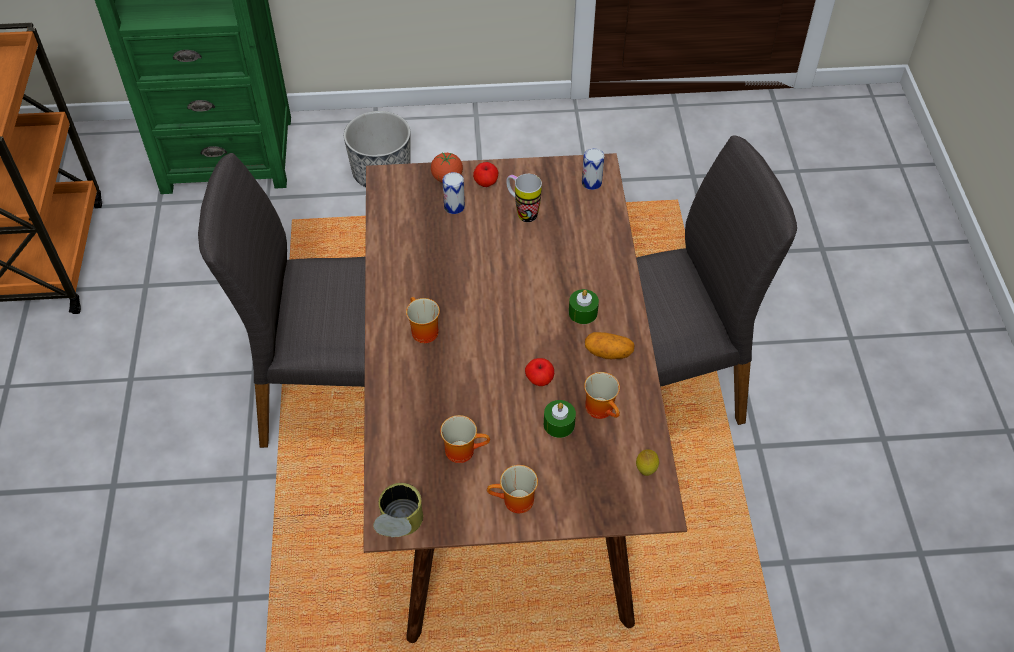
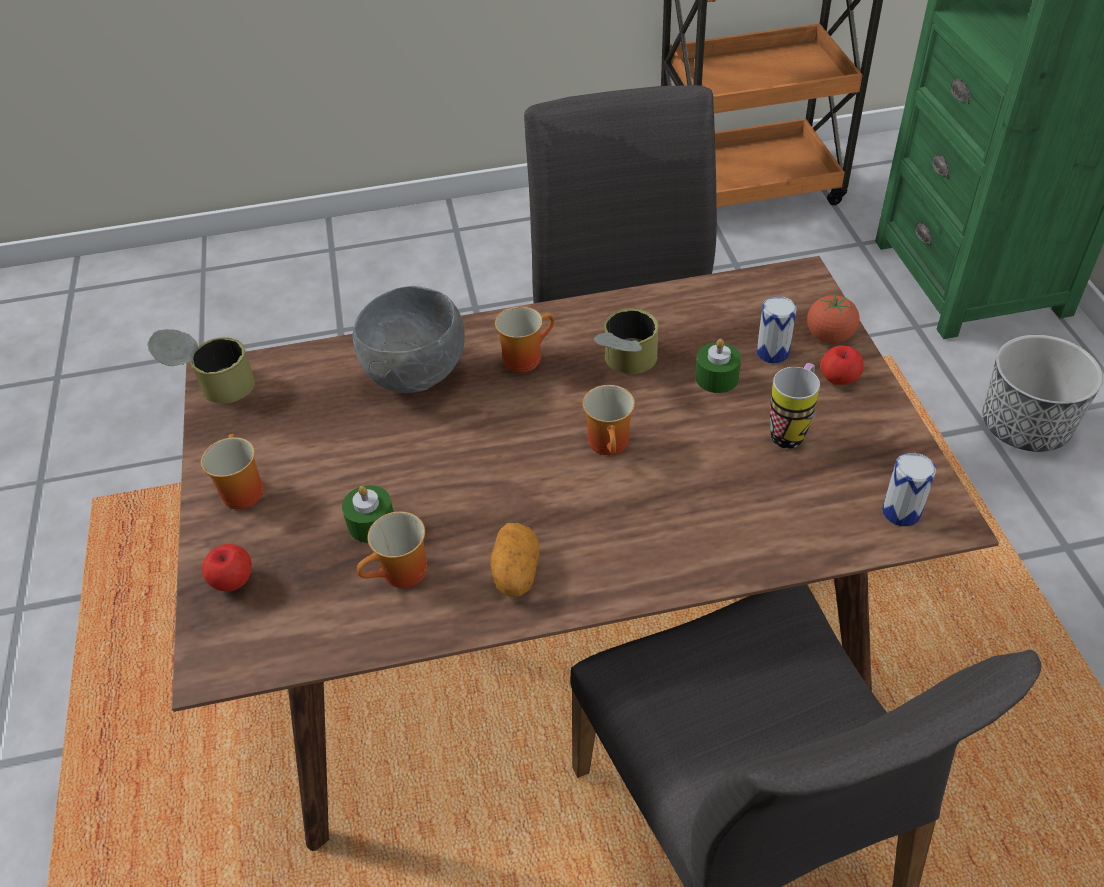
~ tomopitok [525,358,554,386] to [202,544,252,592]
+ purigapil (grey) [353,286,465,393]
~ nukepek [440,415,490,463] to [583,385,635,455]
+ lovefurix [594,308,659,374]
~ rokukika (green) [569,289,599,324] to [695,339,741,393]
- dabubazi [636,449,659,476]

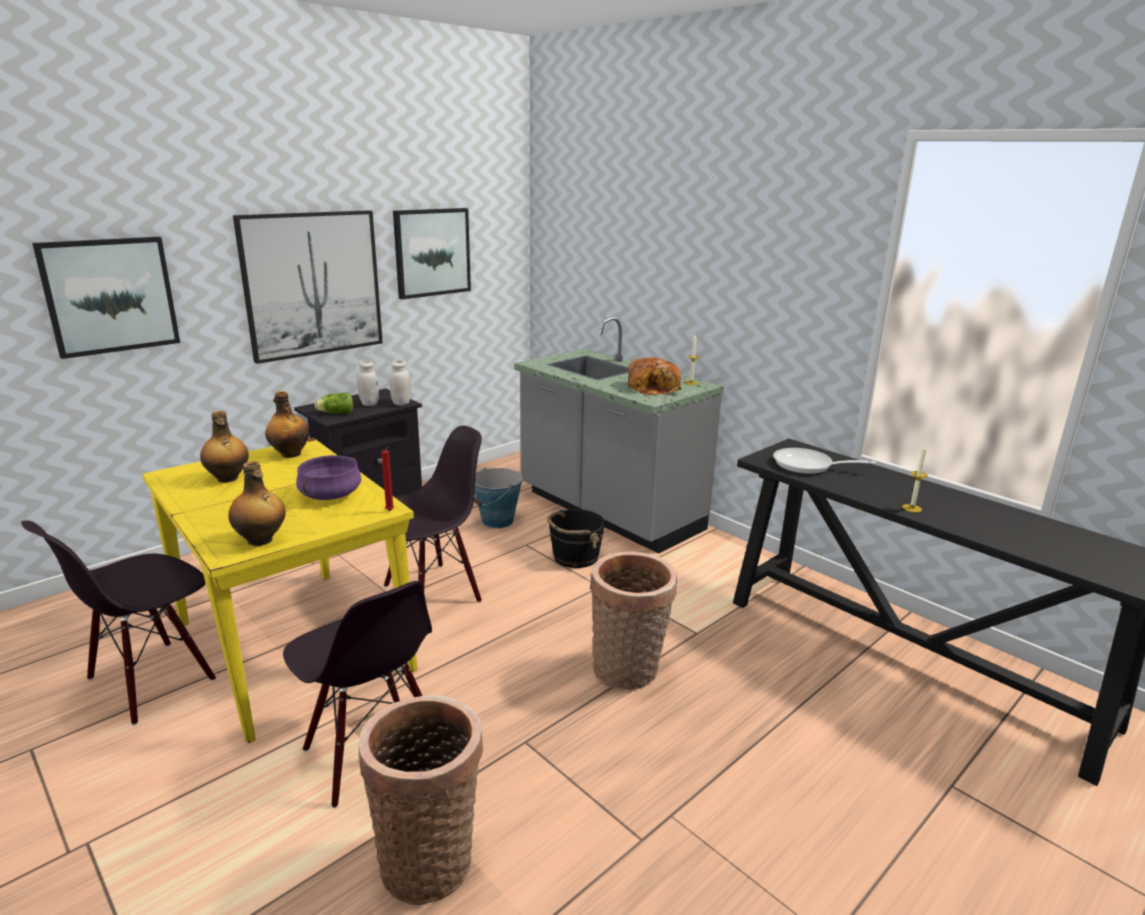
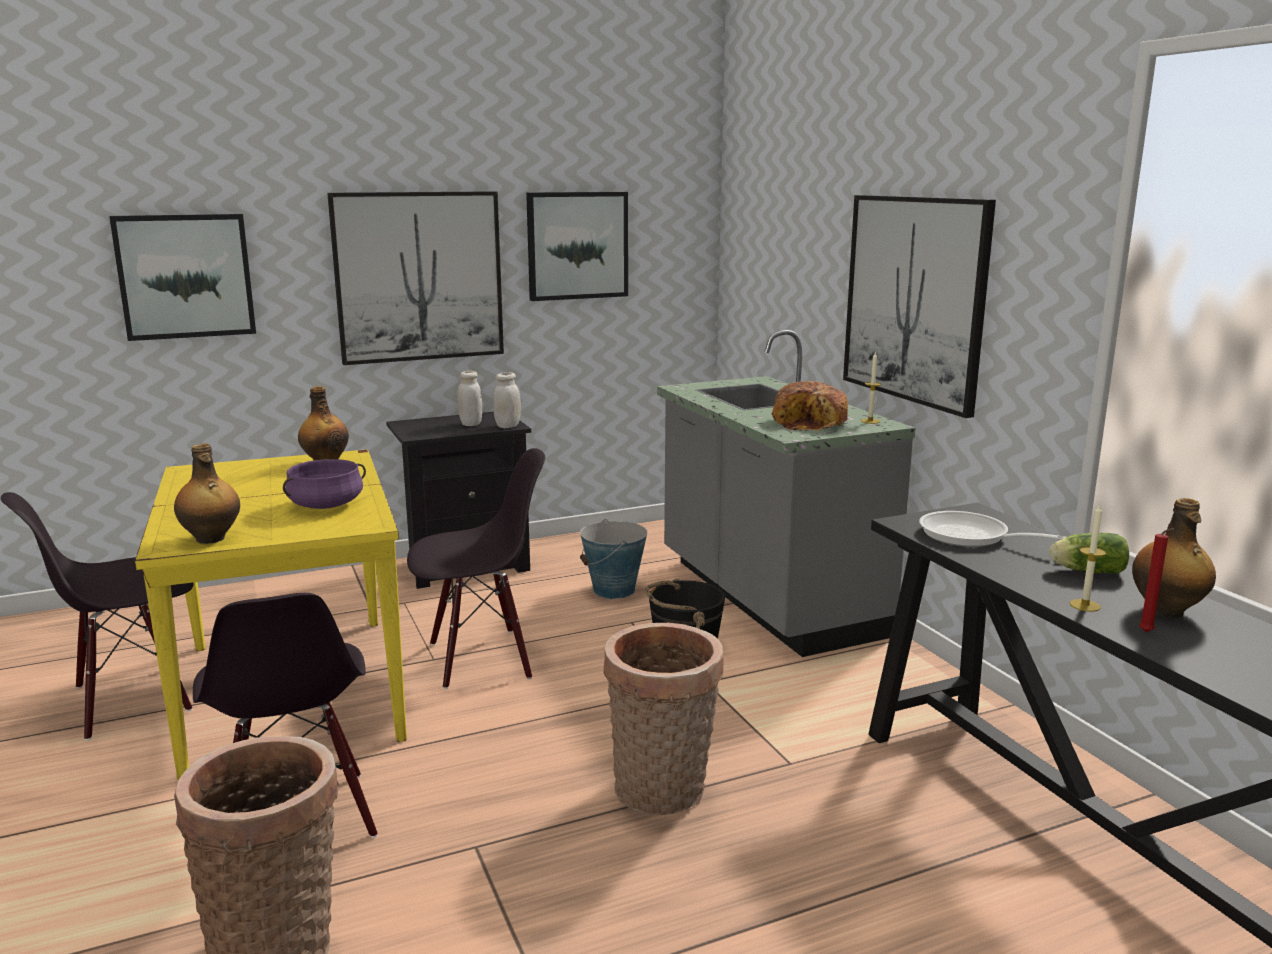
+ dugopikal [843,195,996,418]
~ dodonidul [315,393,353,414] to [1049,533,1129,574]
~ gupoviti [200,411,249,483] to [1132,498,1216,618]
~ rokukika (red) [381,447,394,511] to [1139,528,1174,632]

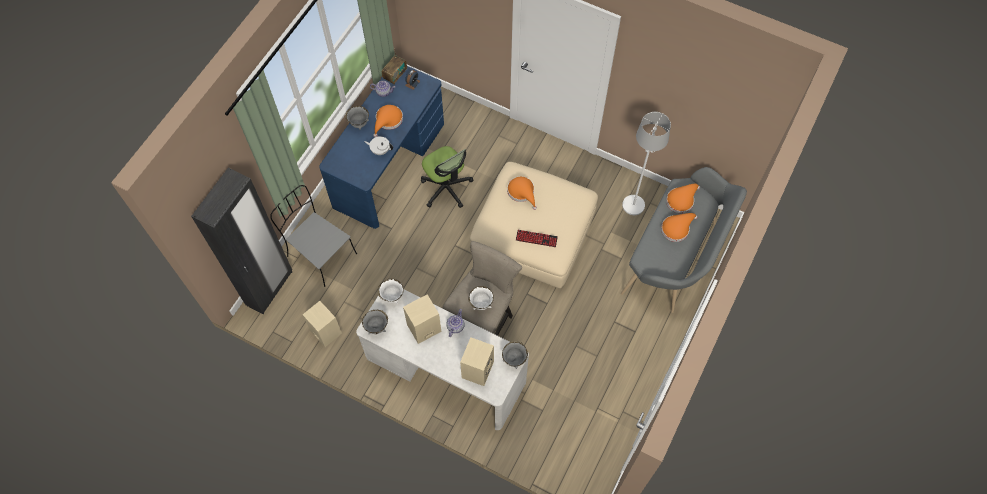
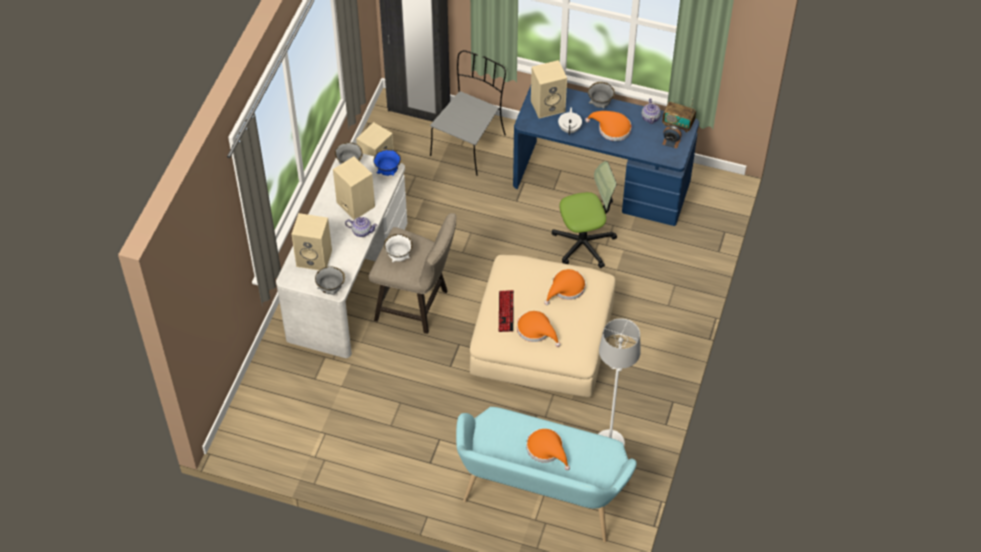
~ purigapil (white) [378,279,404,304] to purigapil (blue) [373,149,401,176]
~ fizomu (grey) [621,167,747,313] to fizomu (turquoise) [456,407,637,542]
~ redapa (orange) [666,184,700,214] to [517,311,560,347]
+ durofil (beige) [531,60,567,118]
~ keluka [421,146,474,208] = [552,161,617,268] 150 degrees counterclockwise

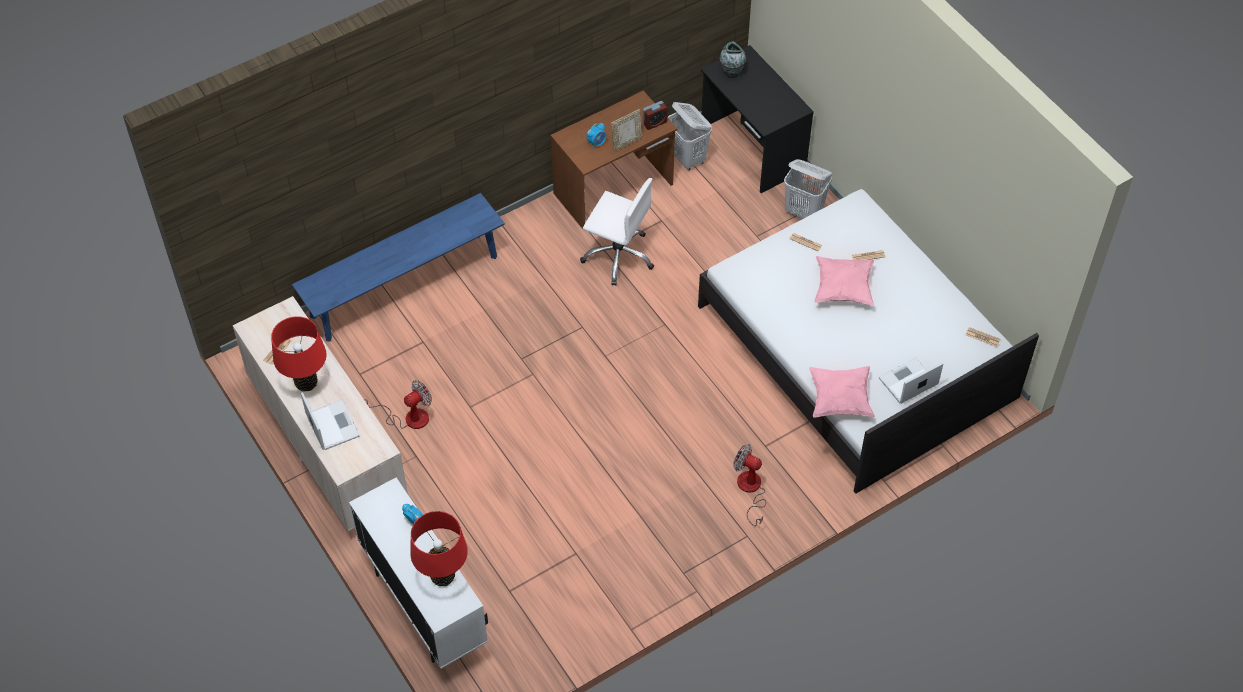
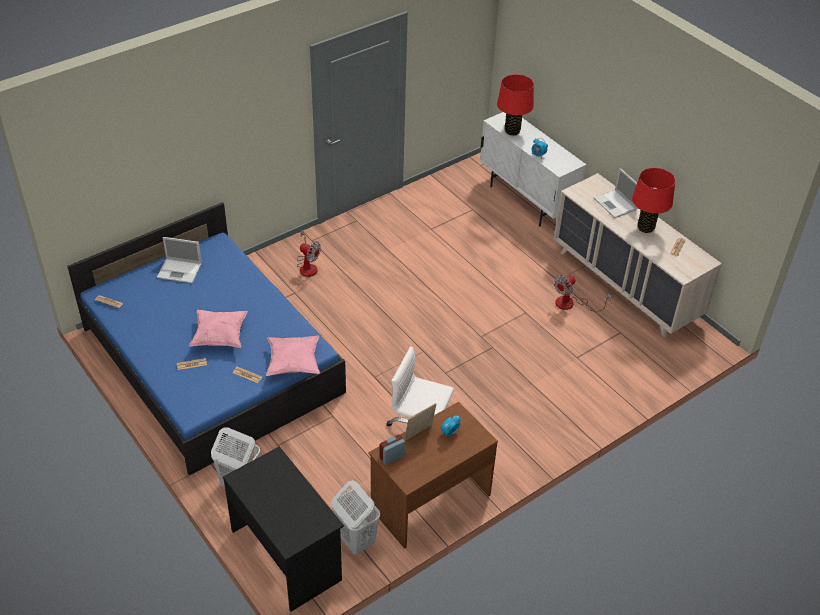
~ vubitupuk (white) [698,189,1039,494] to vubitupuk (blue) [67,202,346,475]
~ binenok [879,358,943,404] = [157,237,202,283] 45 degrees clockwise
~ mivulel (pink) [809,366,875,418] to [266,336,320,376]
- fizomu (blue) [292,193,505,341]
- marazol [720,42,746,78]

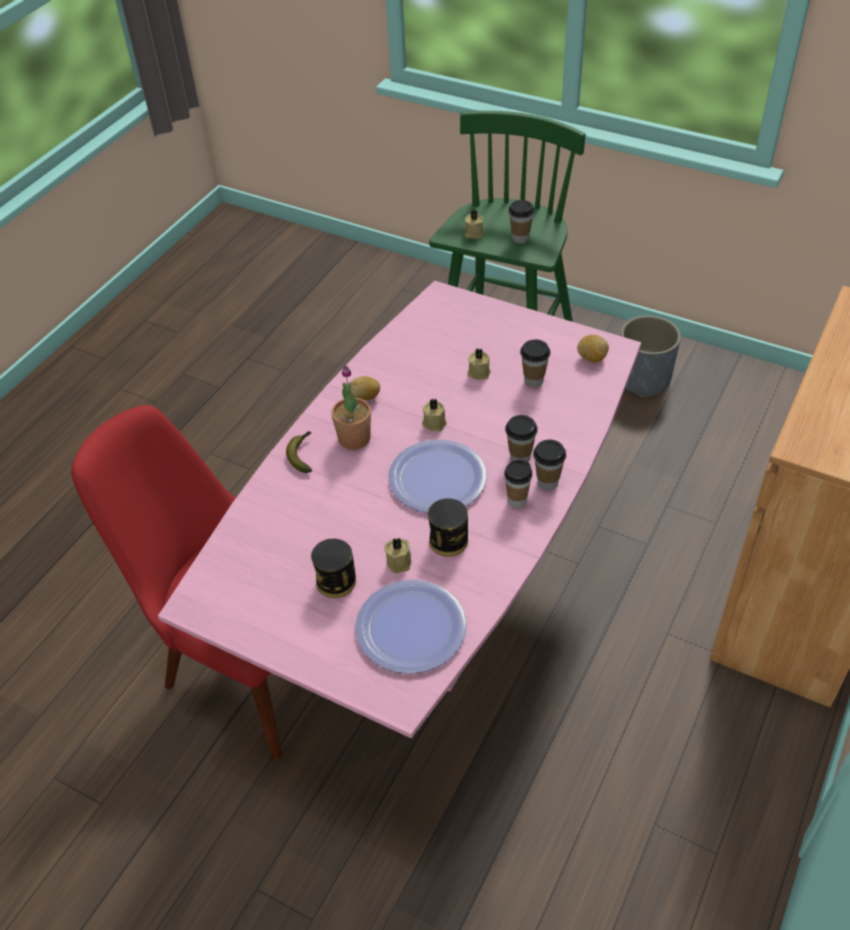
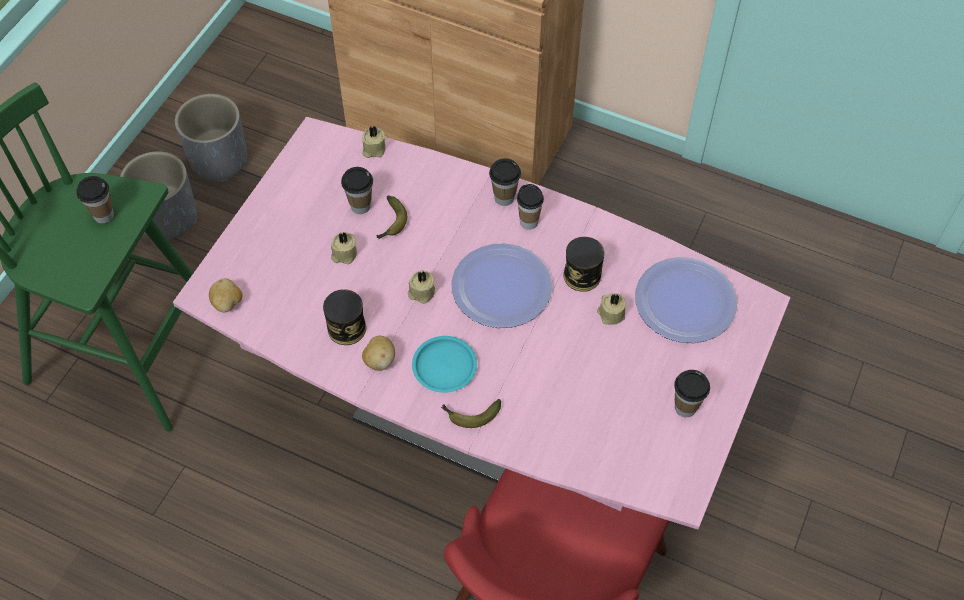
+ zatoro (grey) [175,94,247,181]
~ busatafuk [577,335,609,362] to [209,278,243,313]
~ lovefurix [311,539,356,598] to [323,289,366,345]
~ rokukika (beige) [464,210,484,239] to [362,126,386,158]
+ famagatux [377,195,407,239]
~ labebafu [331,365,371,450] to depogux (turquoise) [412,336,477,393]
~ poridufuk [505,415,538,462] to [674,370,710,417]

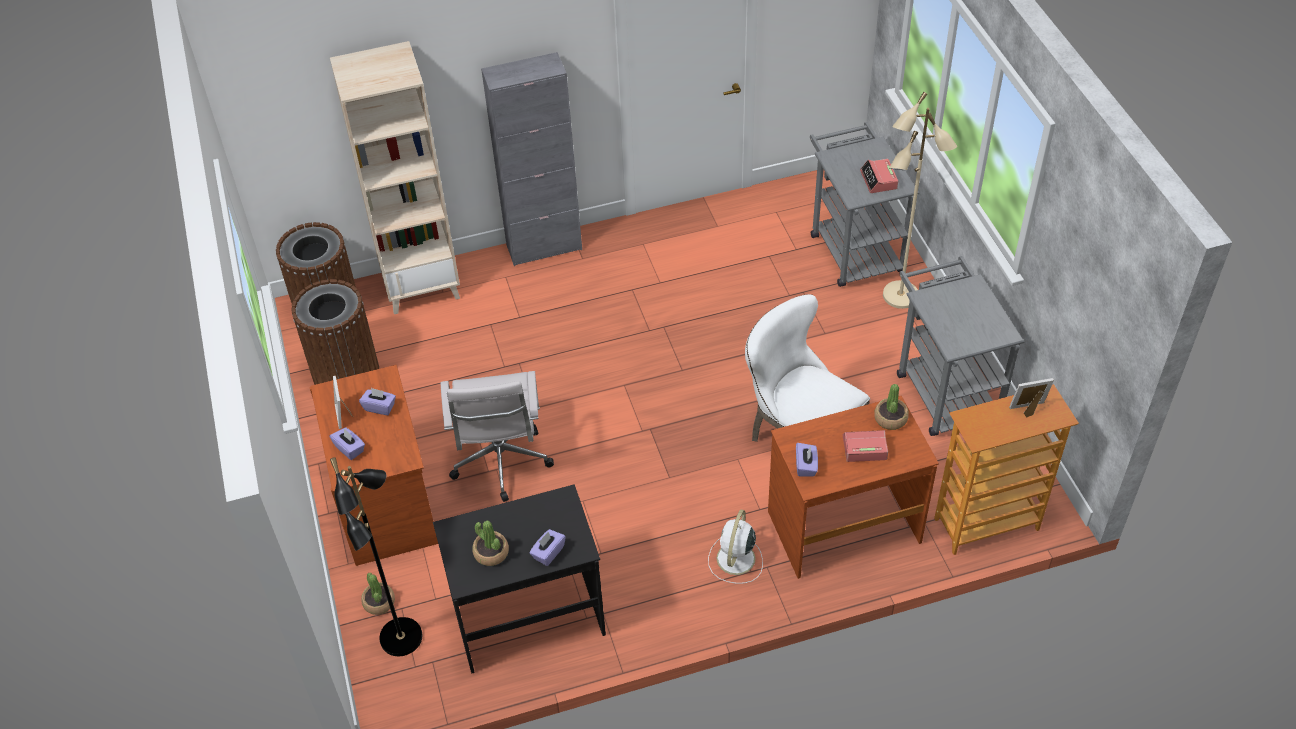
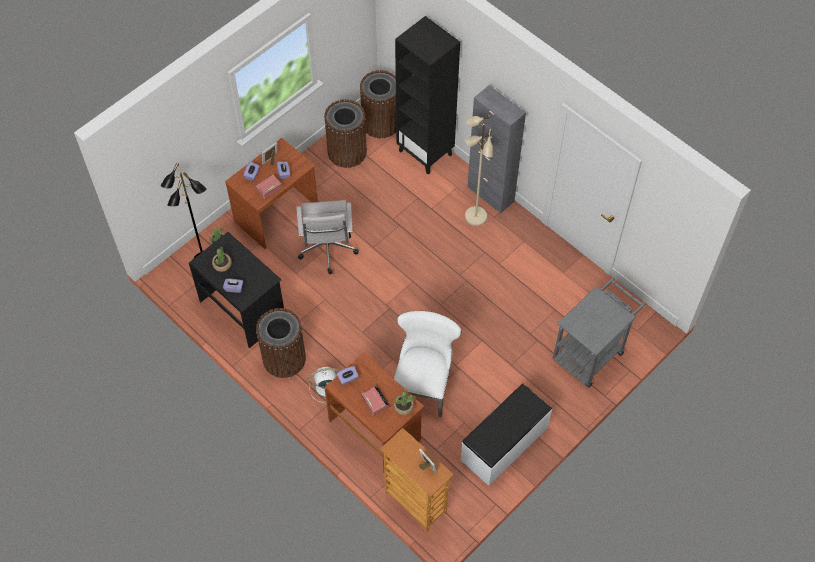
~ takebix [860,159,898,193] to [254,174,282,199]
+ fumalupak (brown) [256,308,306,378]
~ keluka (white) [441,371,554,502] = [296,200,359,274] 60 degrees counterclockwise
~ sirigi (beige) [330,41,460,314] to sirigi (black) [395,16,460,175]
~ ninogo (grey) [897,256,1025,436] to fizomu (white) [461,384,552,486]
~ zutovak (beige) [883,92,957,309] to [465,115,493,226]

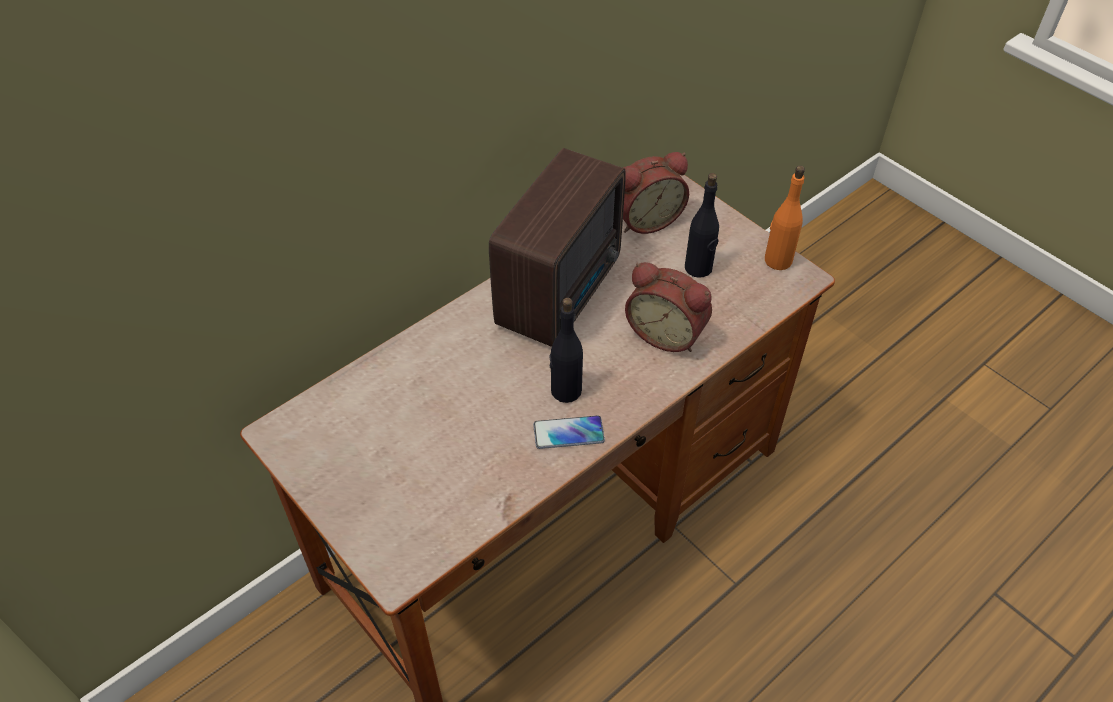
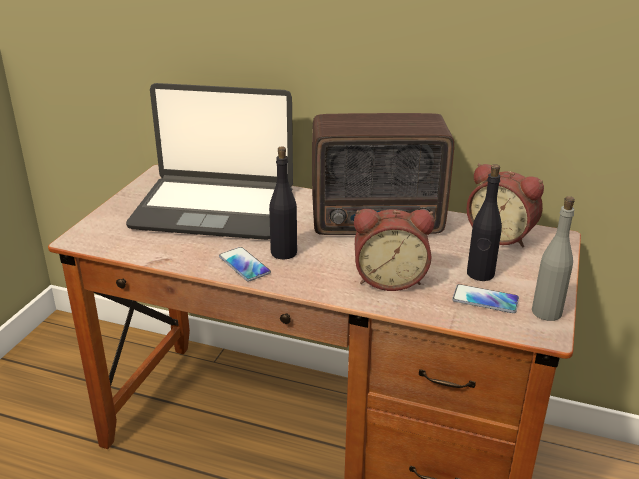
+ binenok [126,83,293,240]
~ takebix [625,262,712,352] = [354,209,434,291] 90 degrees counterclockwise
+ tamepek [452,284,519,313]
~ gupoviti (orange) [765,166,805,270] to gupoviti (grey) [532,196,575,321]

